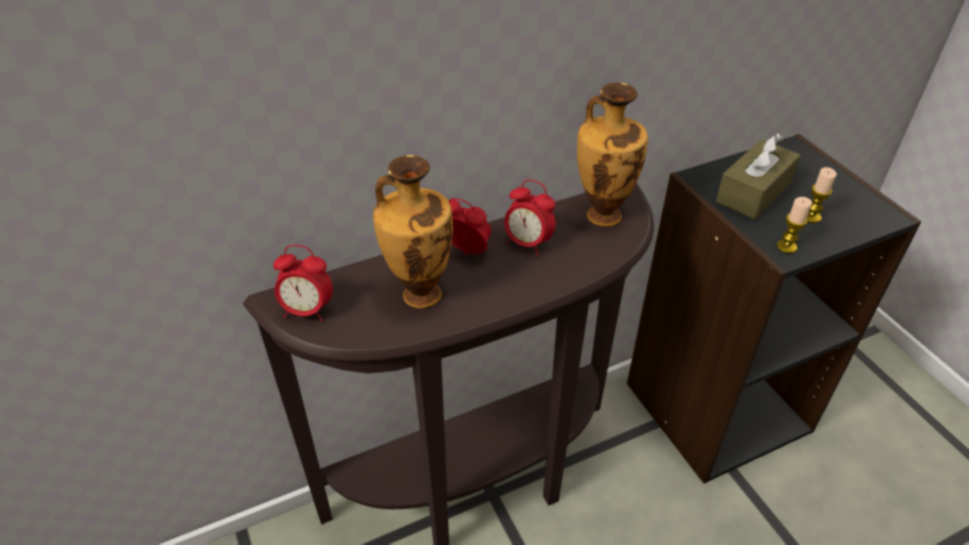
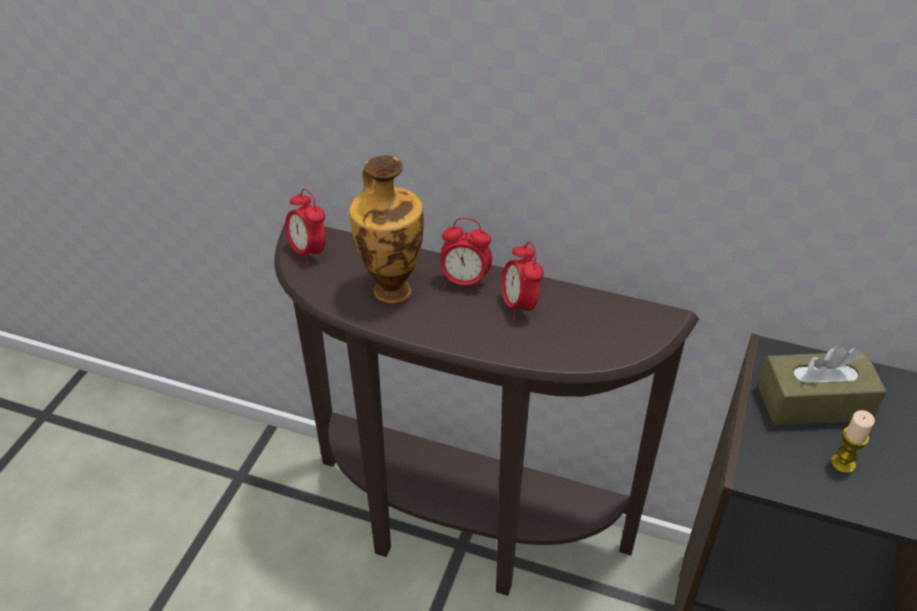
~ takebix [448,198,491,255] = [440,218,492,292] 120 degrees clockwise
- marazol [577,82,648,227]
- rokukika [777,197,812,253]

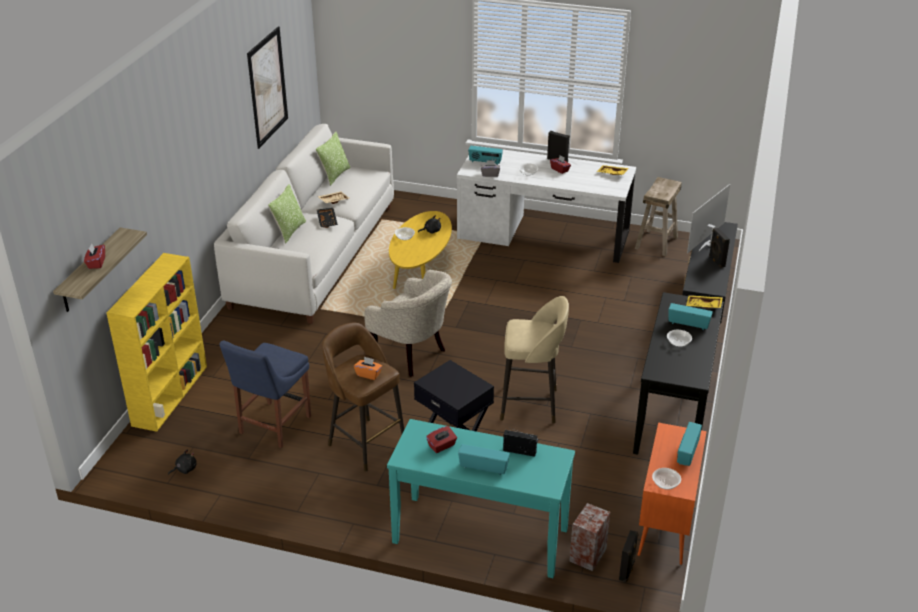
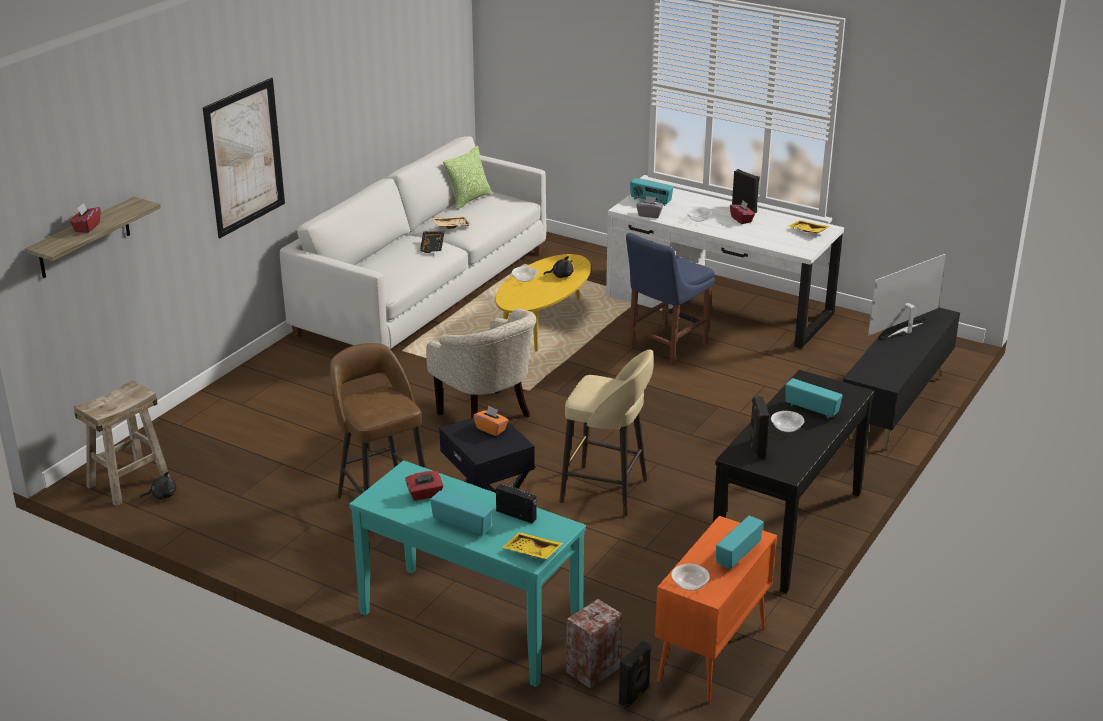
~ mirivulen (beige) [635,177,682,256] to [74,380,170,506]
~ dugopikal [247,26,288,149] to [203,78,285,238]
~ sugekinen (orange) [354,356,382,380] to [473,405,509,436]
~ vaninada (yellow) [686,295,723,308] to [502,532,563,559]
~ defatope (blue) [219,340,311,448] to [626,233,715,365]
~ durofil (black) [709,228,730,268] to [749,396,769,460]
- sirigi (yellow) [106,253,207,432]
- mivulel [268,184,306,244]

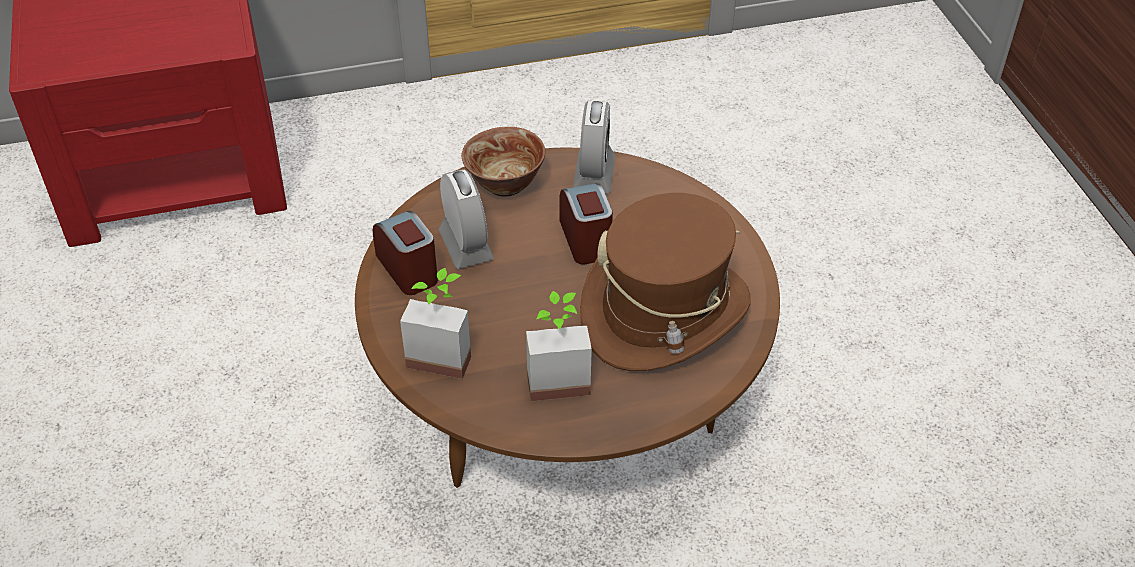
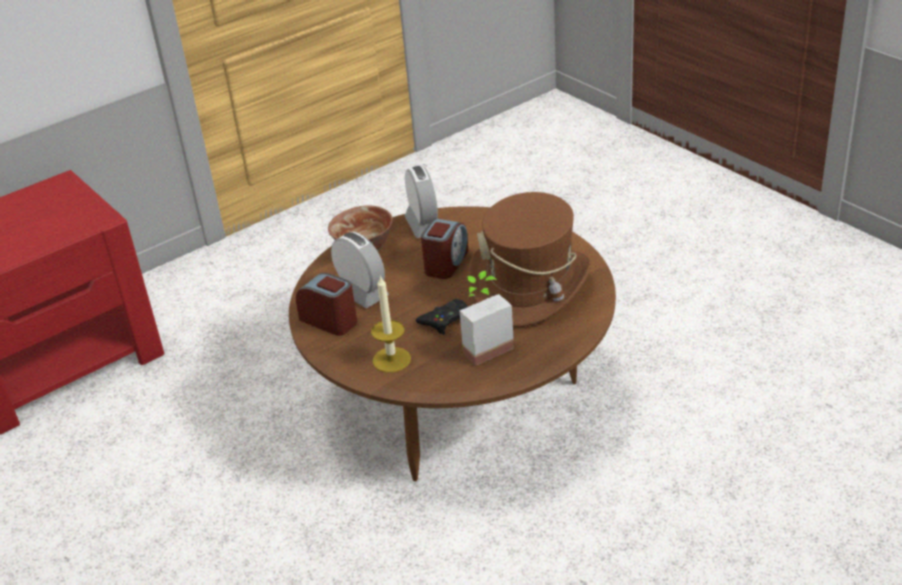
~ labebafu [400,268,471,379] to rokukika [371,275,411,373]
+ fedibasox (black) [416,299,468,335]
~ takebix [559,183,613,265] = [421,218,468,279] 60 degrees clockwise

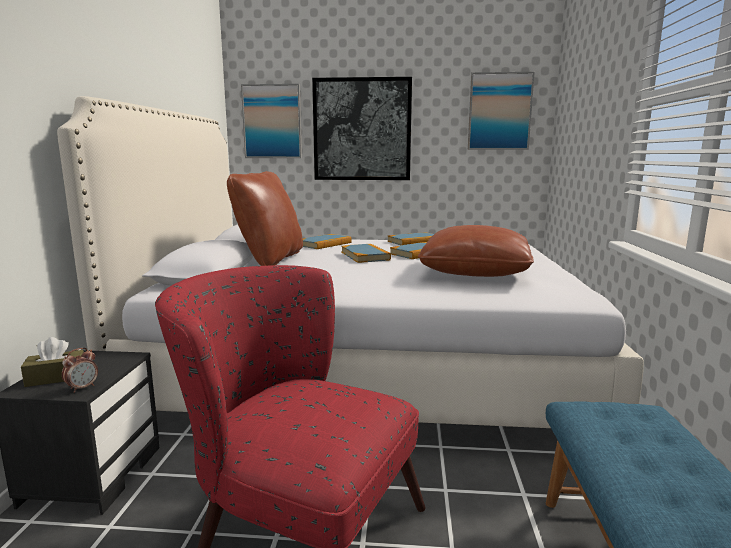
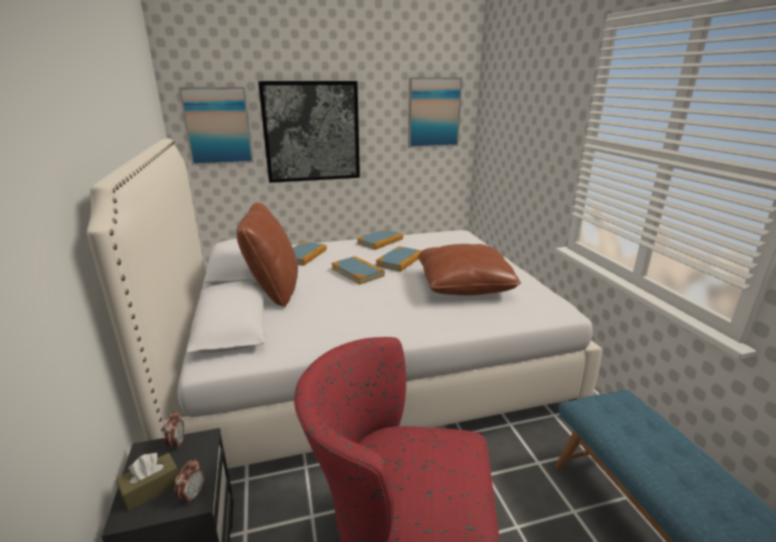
+ takebix [164,411,185,449]

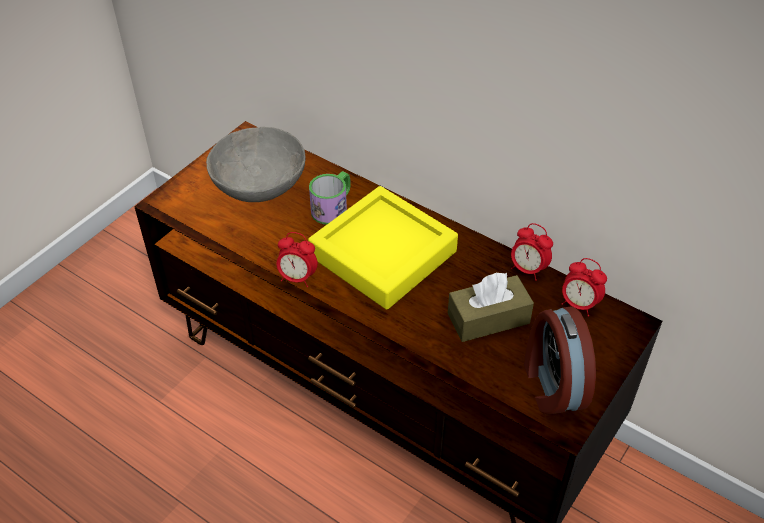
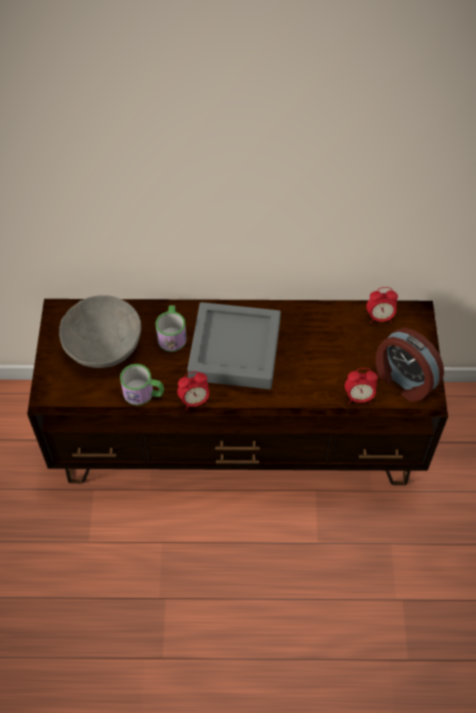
+ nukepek [120,364,164,405]
~ vaninada (yellow) [308,186,458,310] to vaninada (grey) [187,302,281,389]
~ takebix [511,223,553,281] to [345,368,378,403]
- sugekinen (brown) [447,273,534,342]

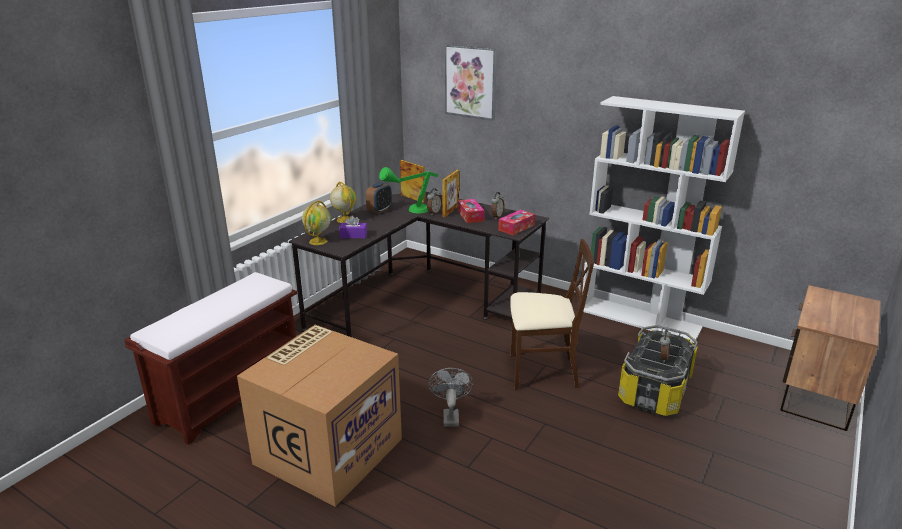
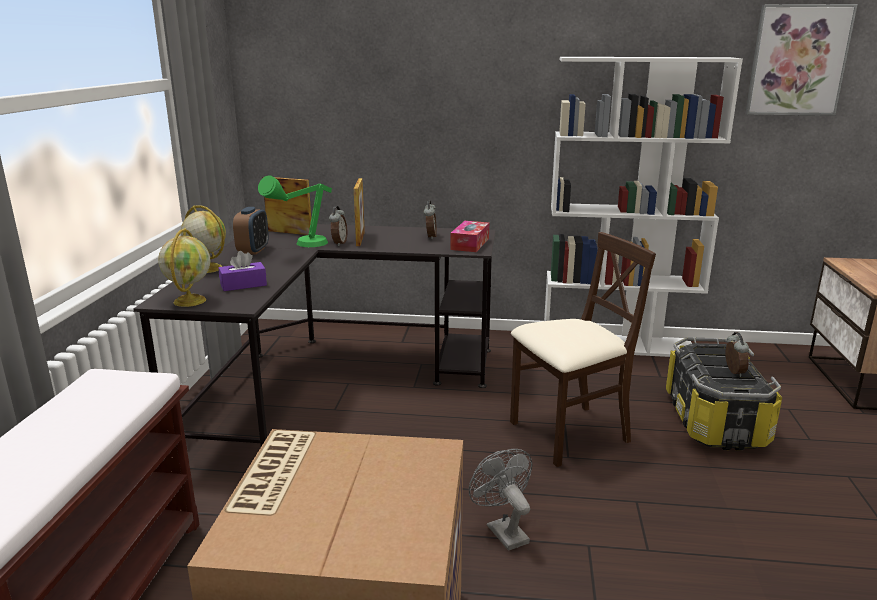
~ dugopikal [445,45,497,121] to [745,4,858,116]
- sugekinen [458,199,484,223]

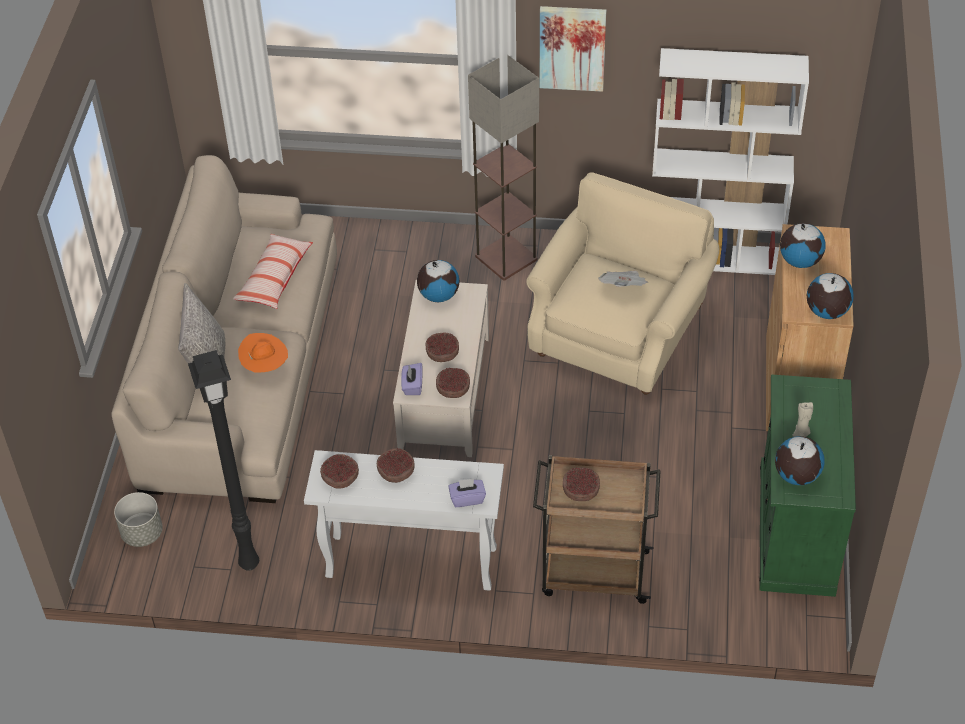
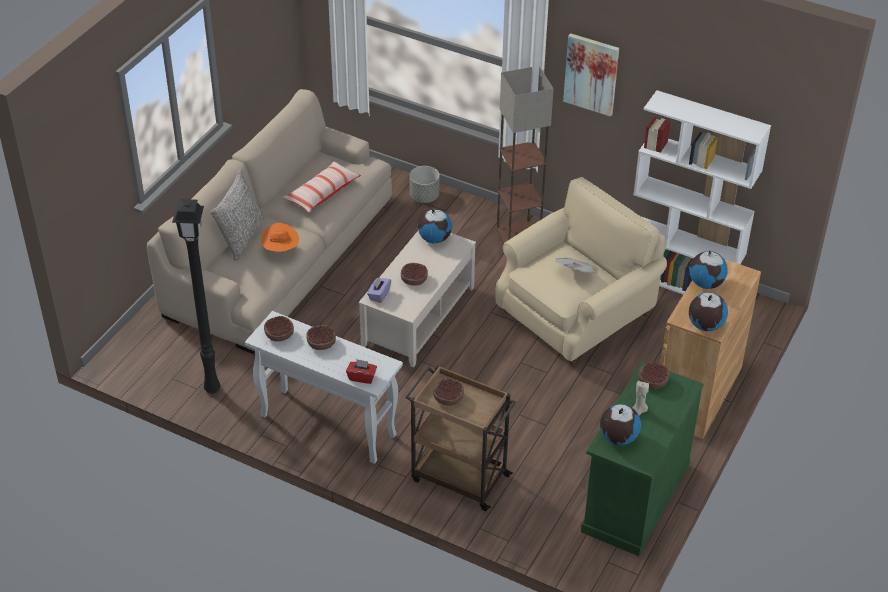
~ sugekinen (purple) [448,479,486,507] to sugekinen (red) [346,359,377,384]
~ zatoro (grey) [114,492,163,547] to [410,166,439,203]
~ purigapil [436,368,470,398] to [638,362,670,389]

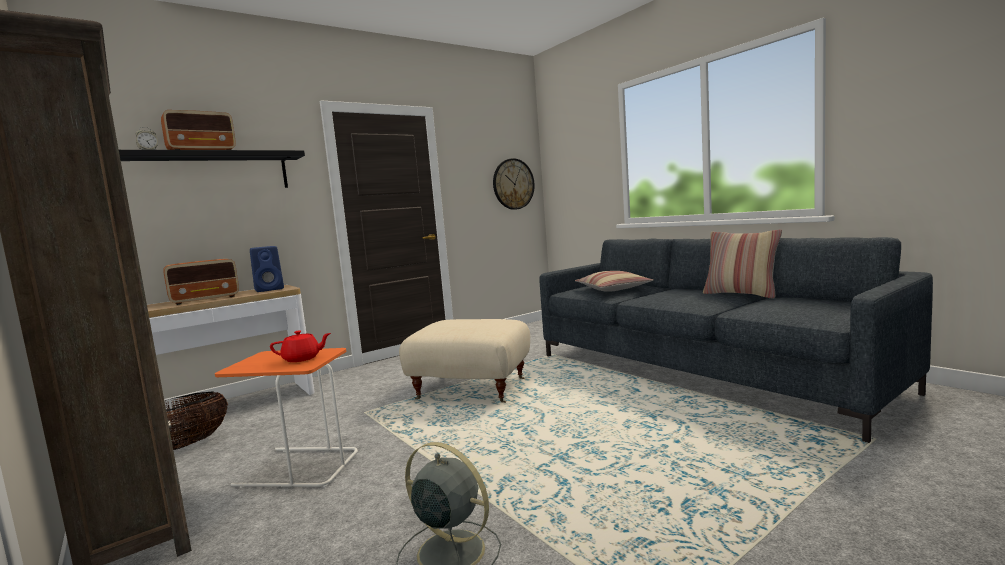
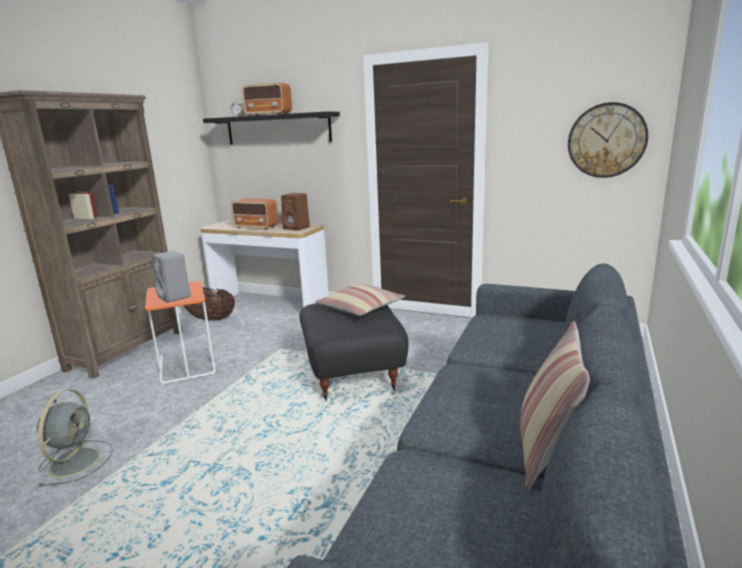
~ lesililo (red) [270,331,331,362] to durofil (grey) [152,251,191,303]
~ durofil (blue) [250,246,284,292] to durofil (brown) [281,193,310,230]
~ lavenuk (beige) [399,319,530,403] to lavenuk (black) [299,303,408,401]
~ mivulel [575,271,654,292] to [315,284,405,316]

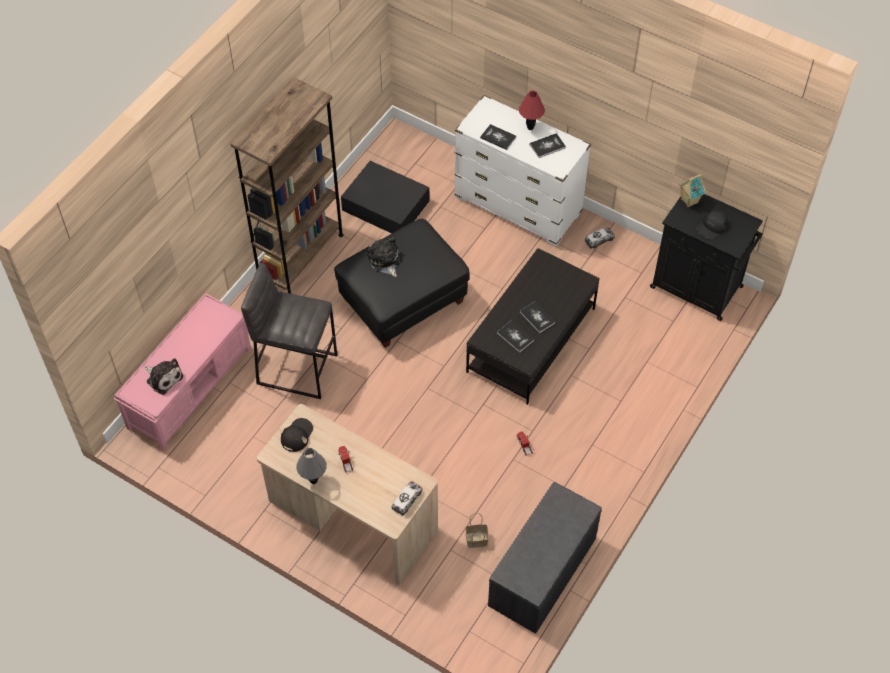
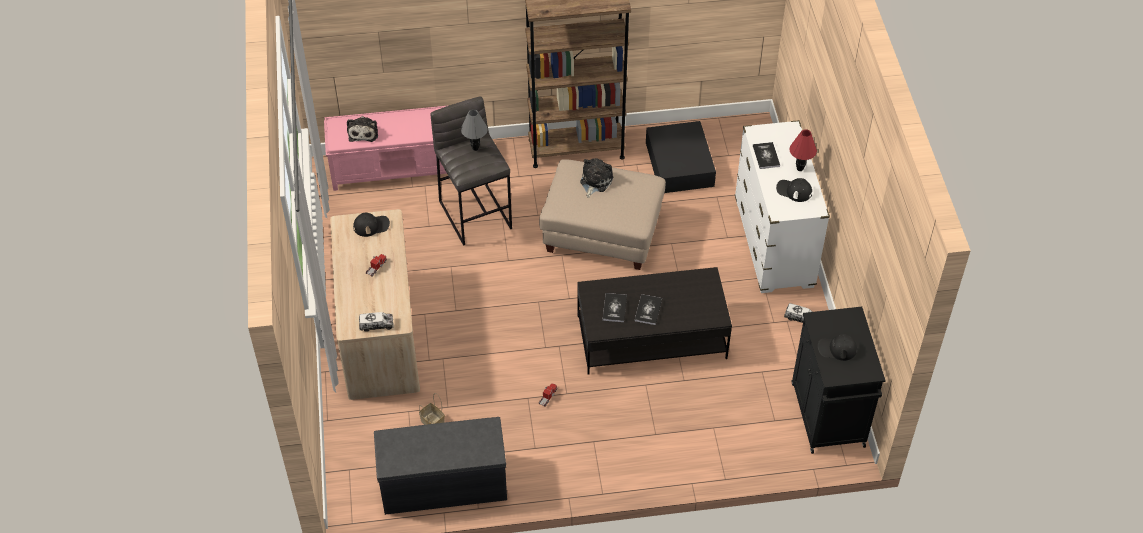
~ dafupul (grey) [296,448,327,484] to [461,109,488,151]
~ lavenuk (black) [334,219,469,348] to lavenuk (beige) [539,159,666,270]
~ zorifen [529,133,566,158] to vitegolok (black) [776,178,812,202]
- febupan [679,174,706,208]

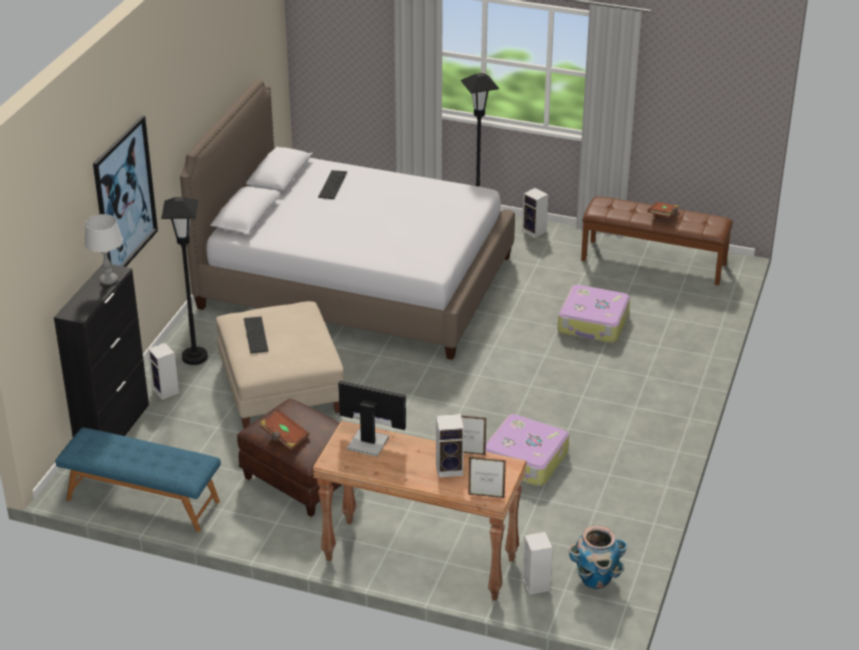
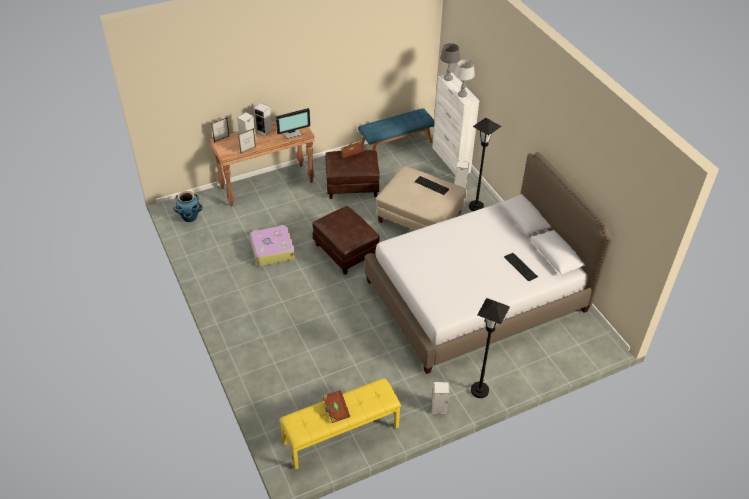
~ durofil [522,532,553,595] to [254,103,272,136]
~ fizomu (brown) [581,196,733,286] to fizomu (yellow) [279,378,401,469]
+ lavenuk (brown) [313,206,379,275]
~ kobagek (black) [54,264,149,437] to kobagek (white) [432,73,479,176]
+ dafupul (grey) [440,43,460,81]
- dugopikal [93,115,158,267]
- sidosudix [558,285,630,343]

